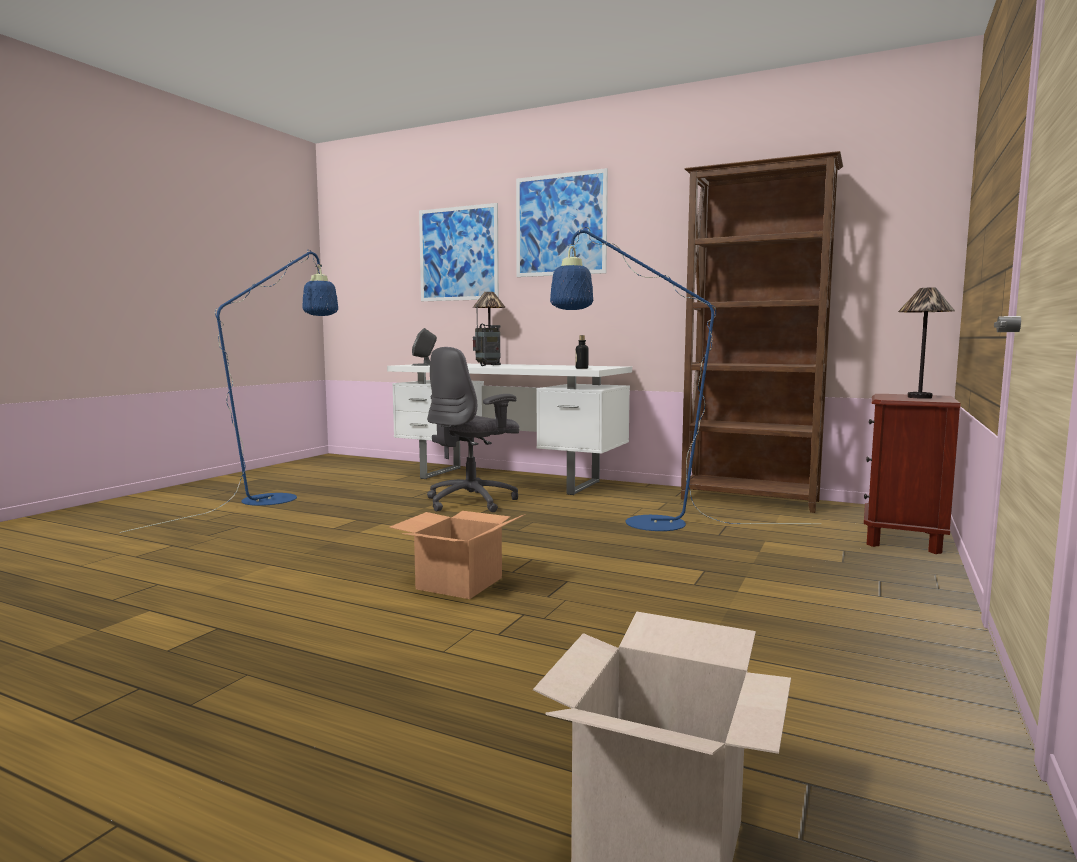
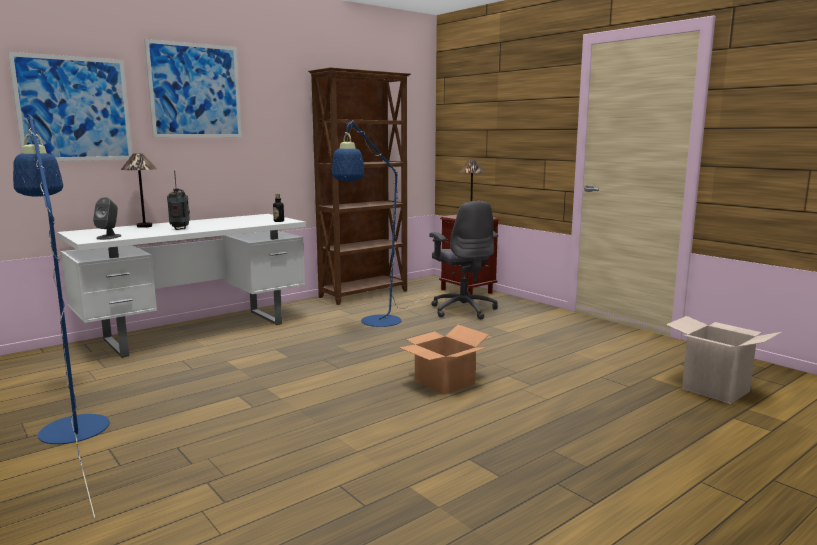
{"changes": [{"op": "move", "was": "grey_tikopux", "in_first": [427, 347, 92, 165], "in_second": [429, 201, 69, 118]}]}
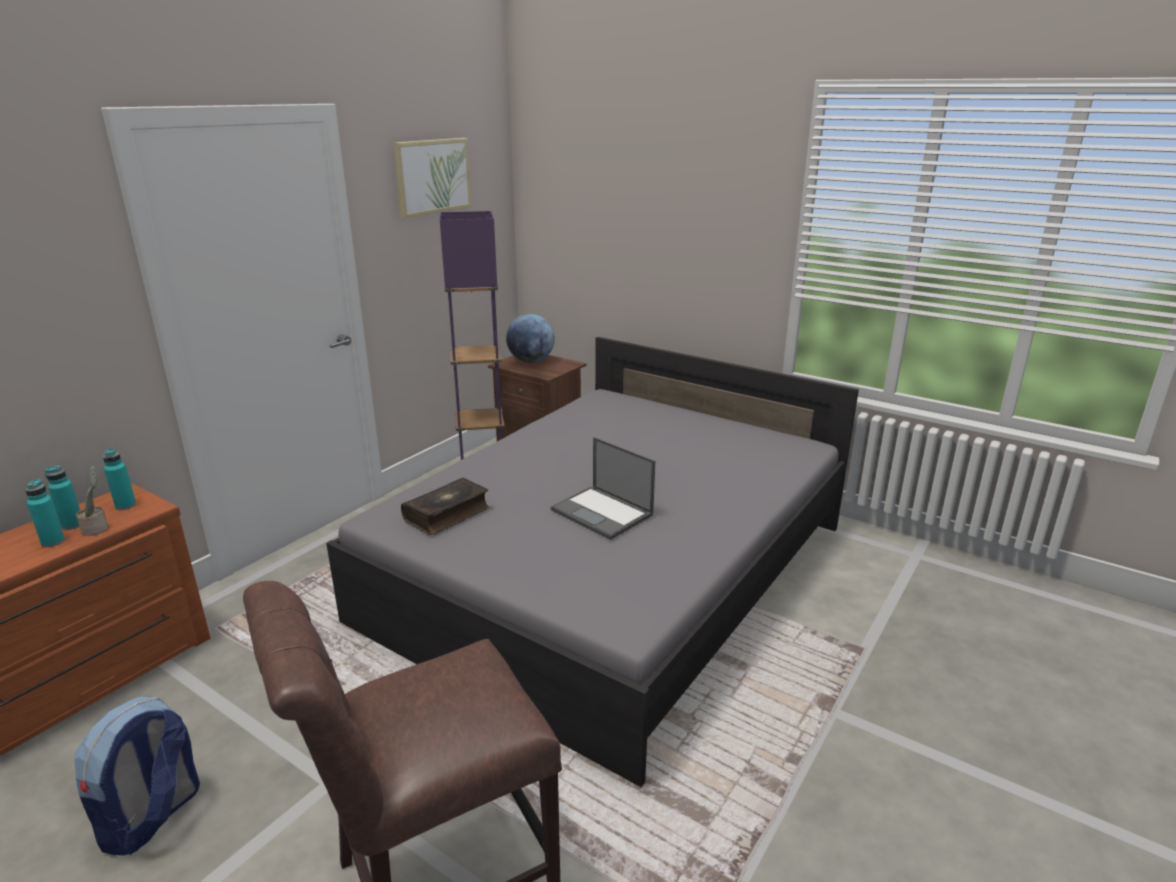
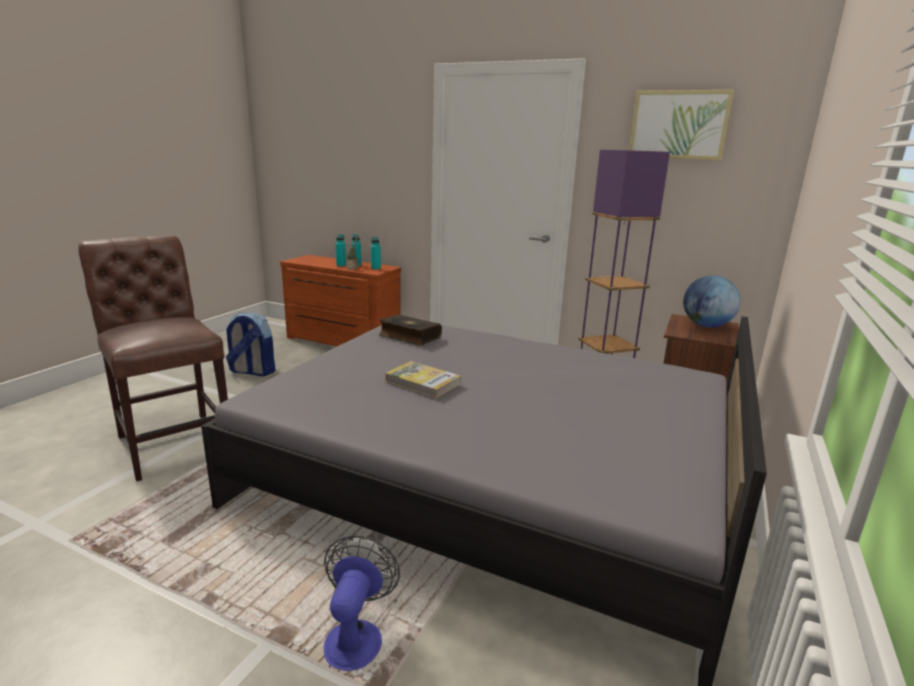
{"changes": [{"op": "replace", "was": "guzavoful", "now": "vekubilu", "in_first": [551, 437, 104, 103], "in_second": [385, 361, 76, 37]}, {"op": "insert", "now": "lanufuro", "in_second": [323, 536, 77, 135]}]}
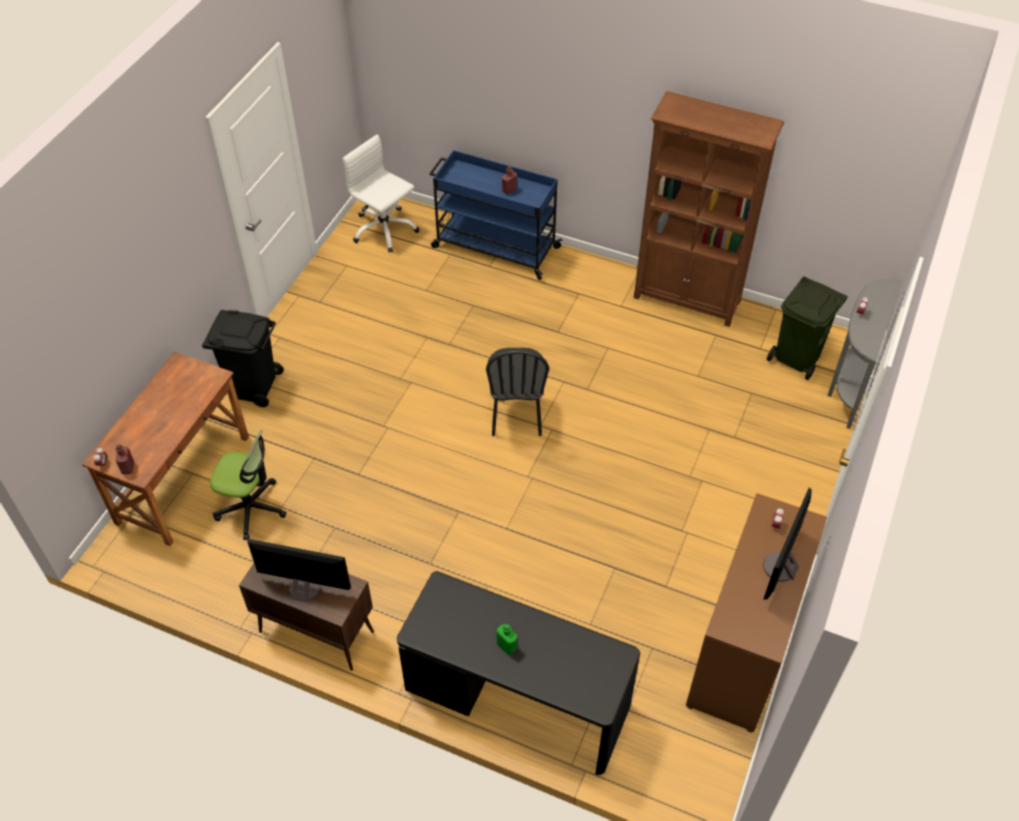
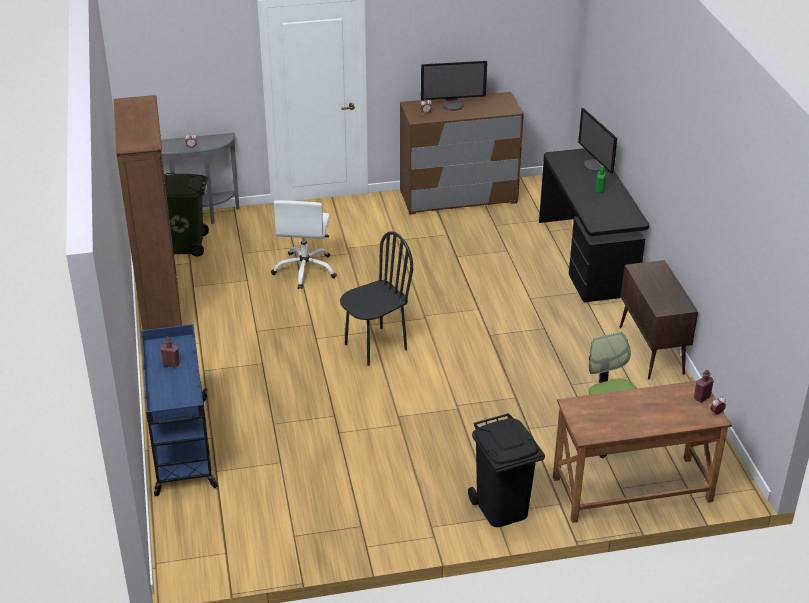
{"changes": [{"op": "move", "was": "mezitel", "in_first": [247, 539, 104, 63], "in_second": [578, 108, 39, 66]}, {"op": "move", "was": "white_tikopux", "in_first": [342, 134, 77, 119], "in_second": [271, 200, 66, 89]}]}
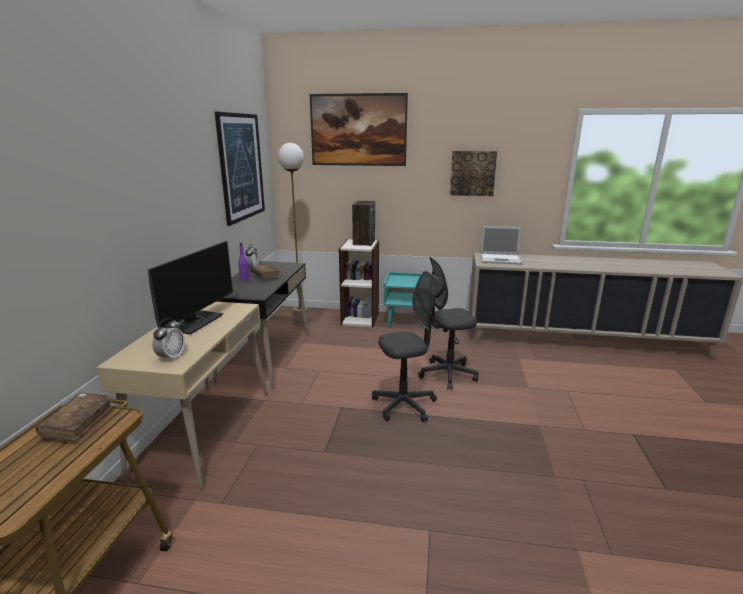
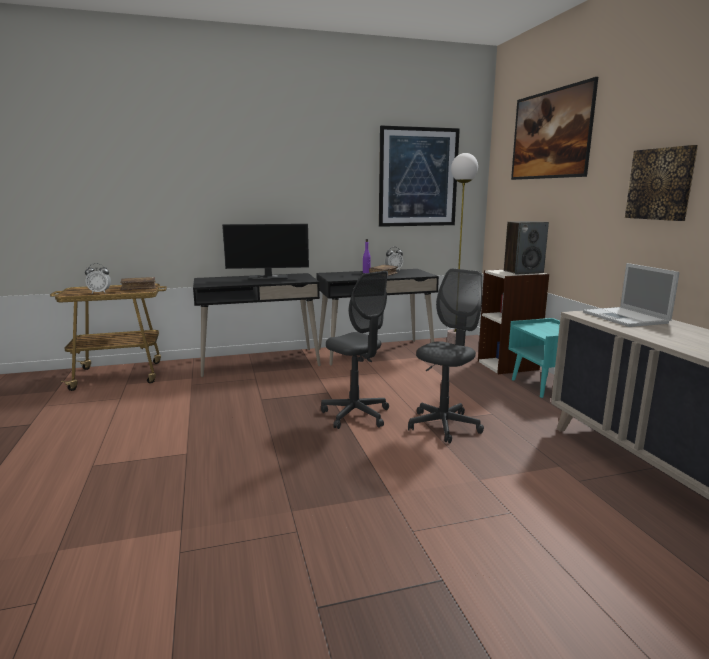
{"changes": [{"op": "recolor", "was": "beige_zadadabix", "now": "black_zadadabix", "in_first": [96, 302, 172, 188], "in_second": [193, 273, 128, 104]}, {"op": "move", "was": "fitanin", "in_first": [152, 318, 33, 44], "in_second": [85, 263, 26, 31]}, {"op": "rotate", "was": "grey_tikopux", "in_first": [418, 257, 61, 133], "in_second": [408, 268, 76, 176], "clockwise": 75}]}
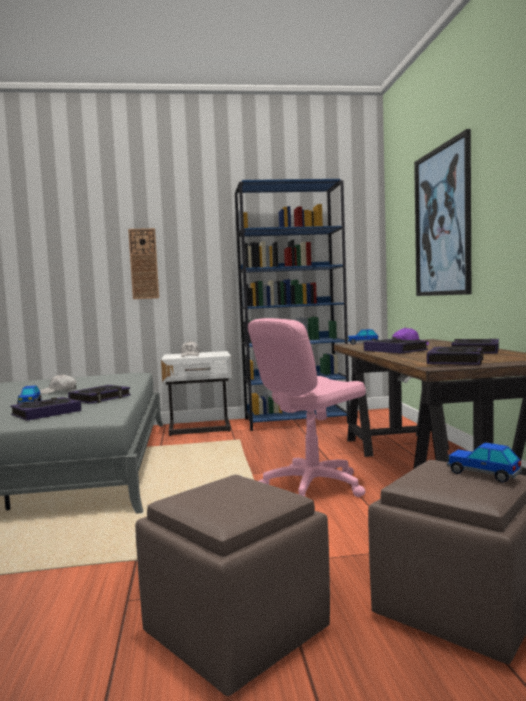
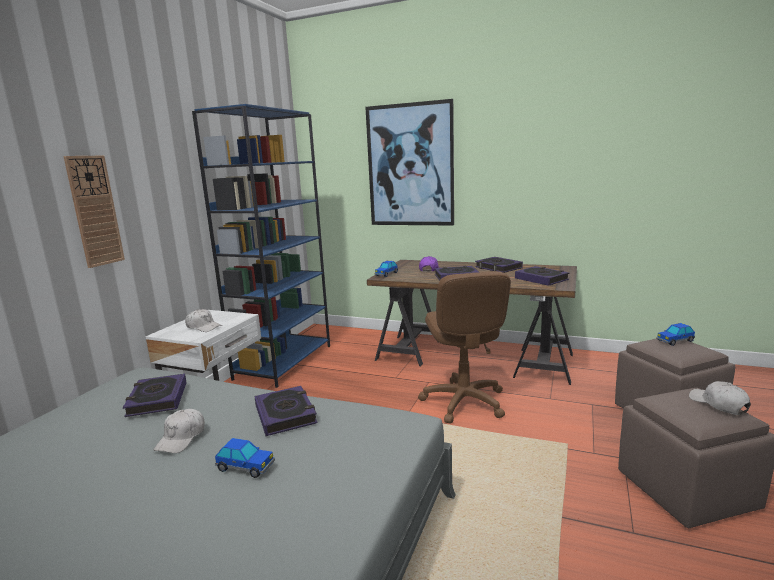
{"changes": [{"op": "move", "was": "vekubilu", "in_first": [10, 397, 71, 24], "in_second": [123, 374, 64, 43]}, {"op": "recolor", "was": "pink_tikopux", "now": "brown_tikopux", "in_first": [248, 318, 118, 179], "in_second": [418, 271, 93, 152]}, {"op": "insert", "now": "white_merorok", "in_second": [689, 381, 62, 34]}]}
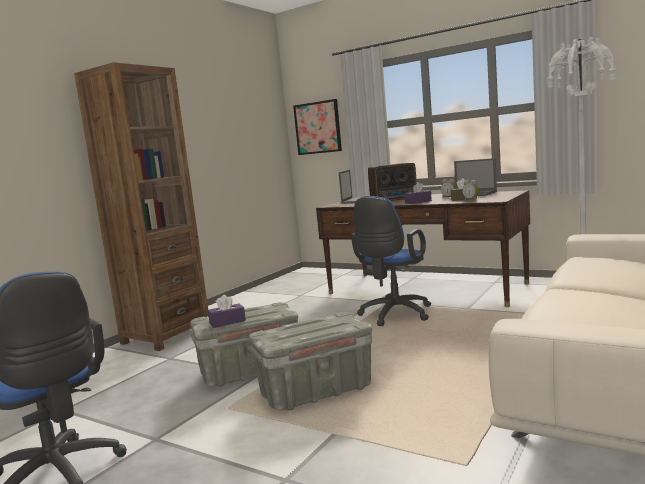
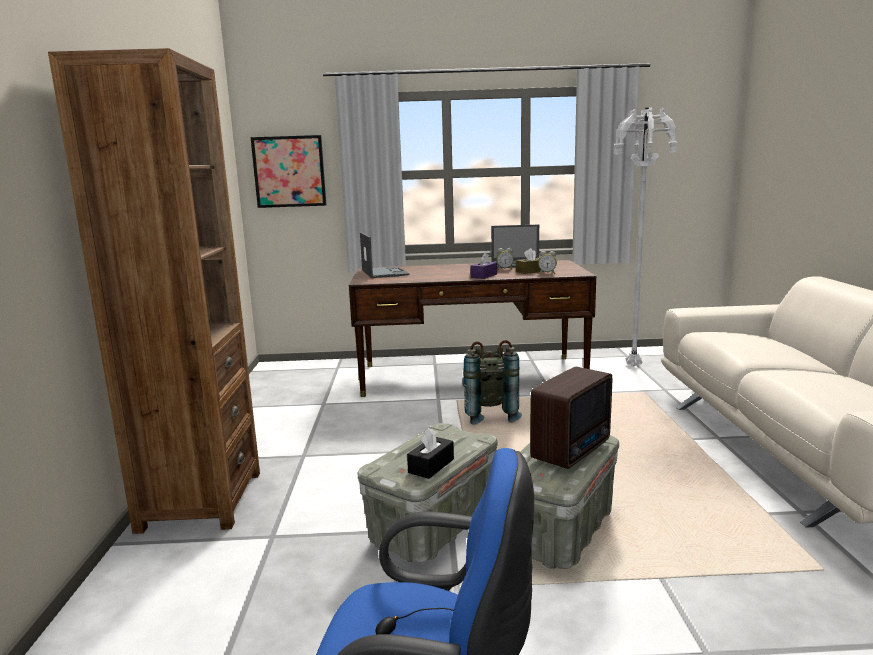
{"changes": [{"op": "recolor", "was": "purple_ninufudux", "now": "black_ninufudux", "in_first": [208, 295, 38, 33], "in_second": [407, 428, 47, 51]}, {"op": "replace", "was": "blue_tikopux", "now": "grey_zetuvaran", "in_first": [351, 196, 80, 130], "in_second": [462, 340, 60, 85]}, {"op": "move", "was": "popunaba", "in_first": [368, 163, 49, 38], "in_second": [530, 367, 82, 102]}]}
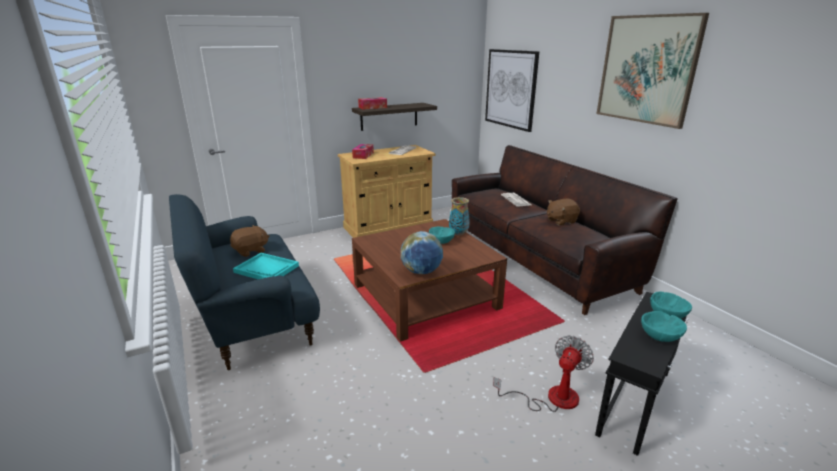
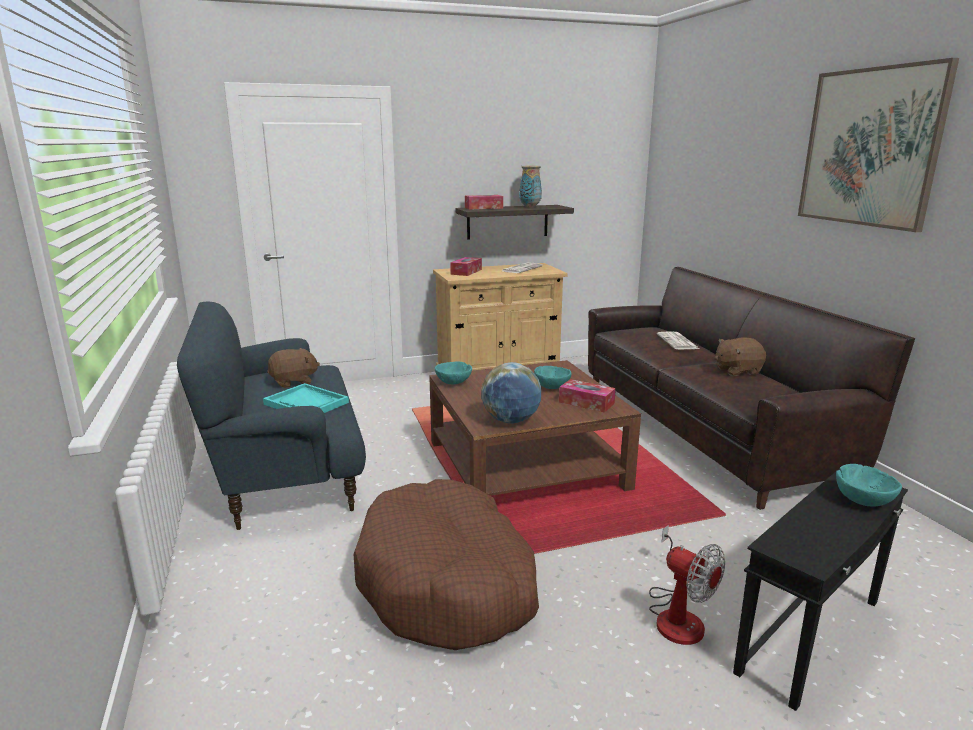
{"changes": [{"op": "move", "was": "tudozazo", "in_first": [449, 197, 21, 39], "in_second": [519, 166, 23, 41]}, {"op": "delete", "was": "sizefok", "in_first": [485, 49, 54, 83]}, {"op": "rotate", "was": "lanufuro", "in_first": [493, 336, 101, 76], "in_second": [649, 525, 76, 120], "clockwise": 90}, {"op": "move", "was": "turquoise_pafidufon", "in_first": [641, 311, 46, 31], "in_second": [435, 361, 37, 23]}, {"op": "insert", "now": "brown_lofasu", "in_second": [354, 479, 185, 171]}, {"op": "insert", "now": "ninufudux", "in_second": [559, 379, 57, 34]}]}
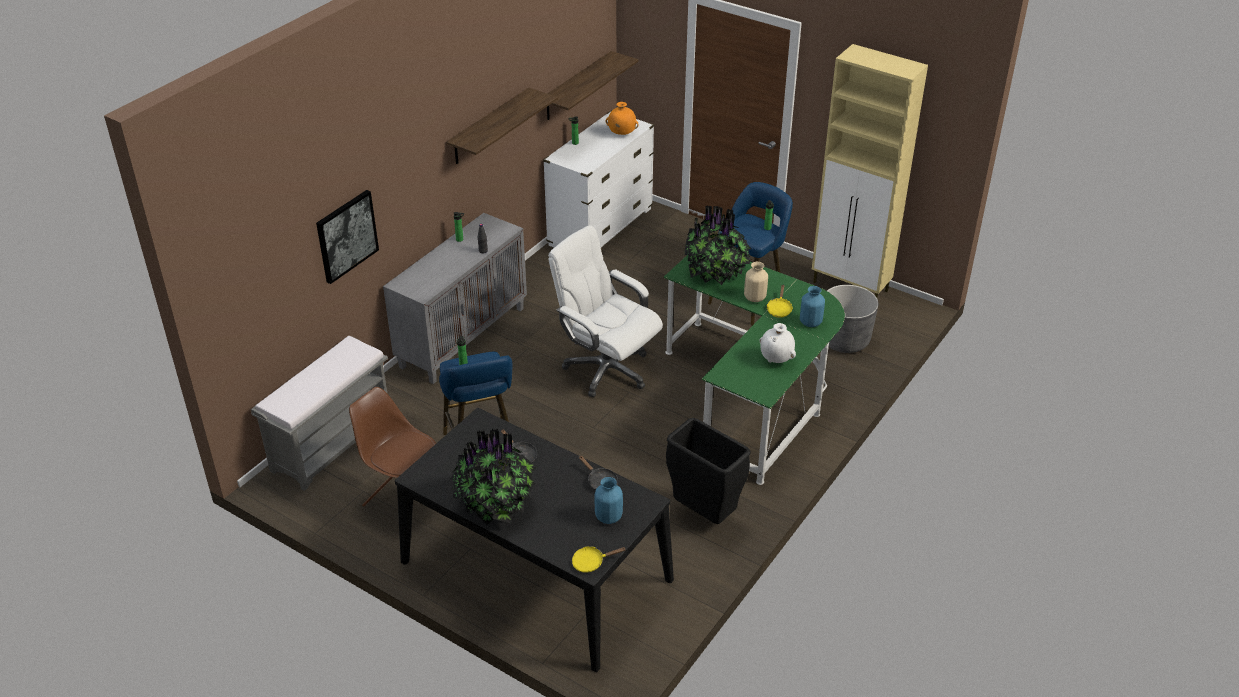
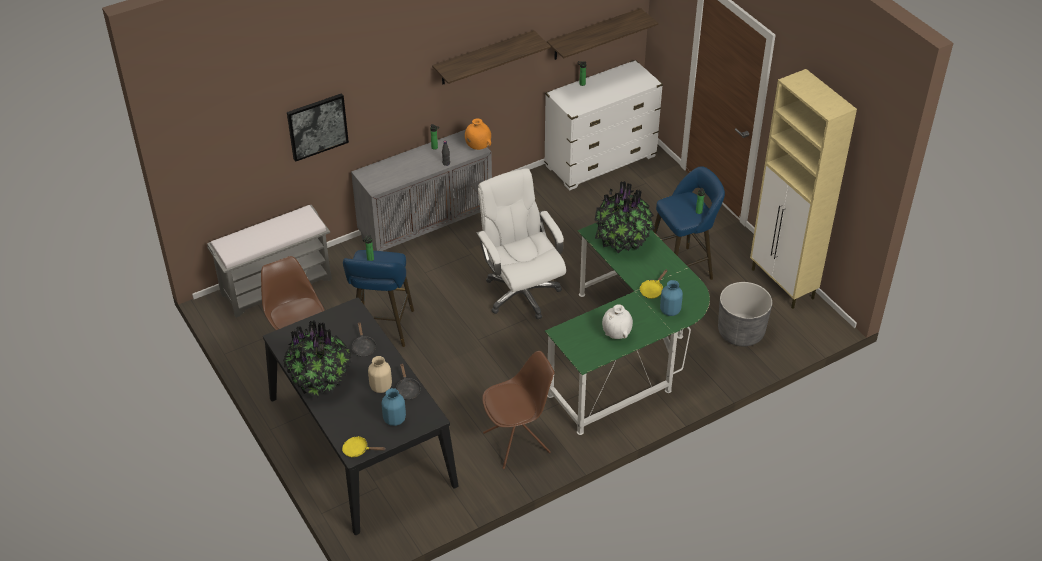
{"changes": [{"op": "move", "was": "orange_tudozazo", "in_first": [606, 102, 33, 33], "in_second": [465, 118, 26, 32]}, {"op": "replace", "was": "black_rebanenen", "now": "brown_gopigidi", "in_first": [666, 418, 85, 106], "in_second": [482, 351, 72, 118]}, {"op": "move", "was": "beige_tudozazo", "in_first": [744, 262, 24, 40], "in_second": [368, 356, 24, 37]}]}
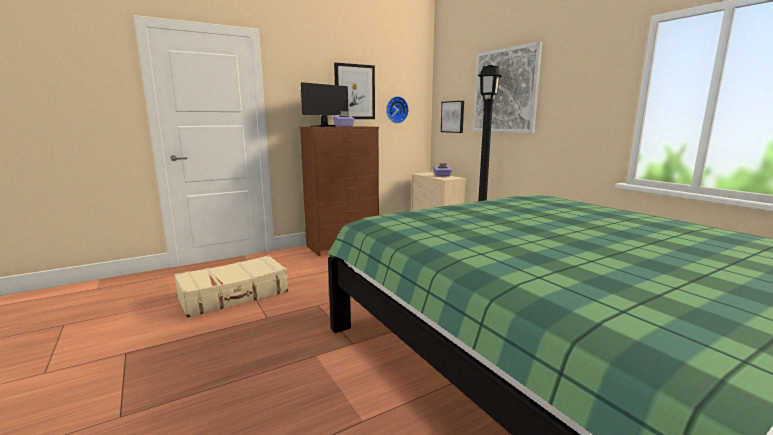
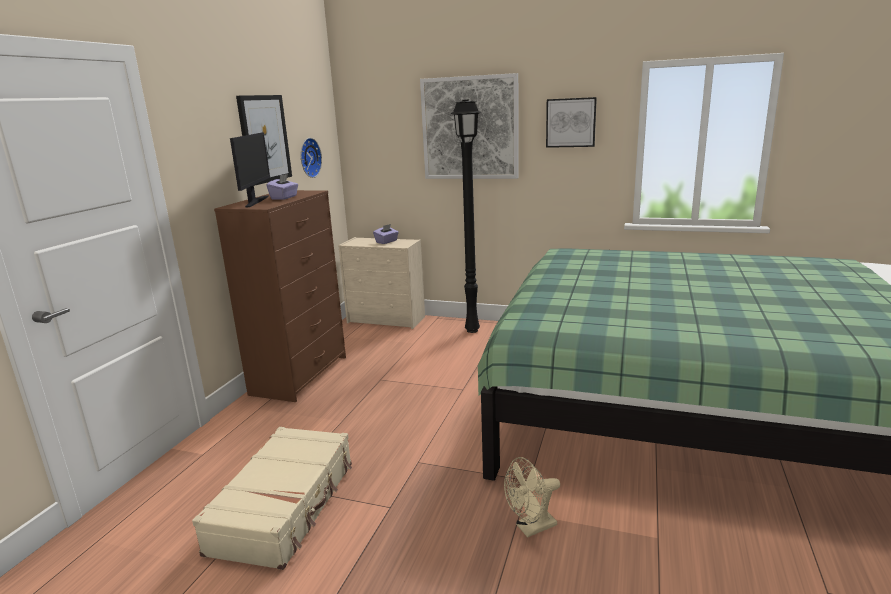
{"changes": [{"op": "move", "was": "sizefok", "in_first": [441, 101, 23, 32], "in_second": [546, 97, 51, 51]}, {"op": "insert", "now": "beige_lanufuro", "in_second": [504, 457, 56, 81]}]}
